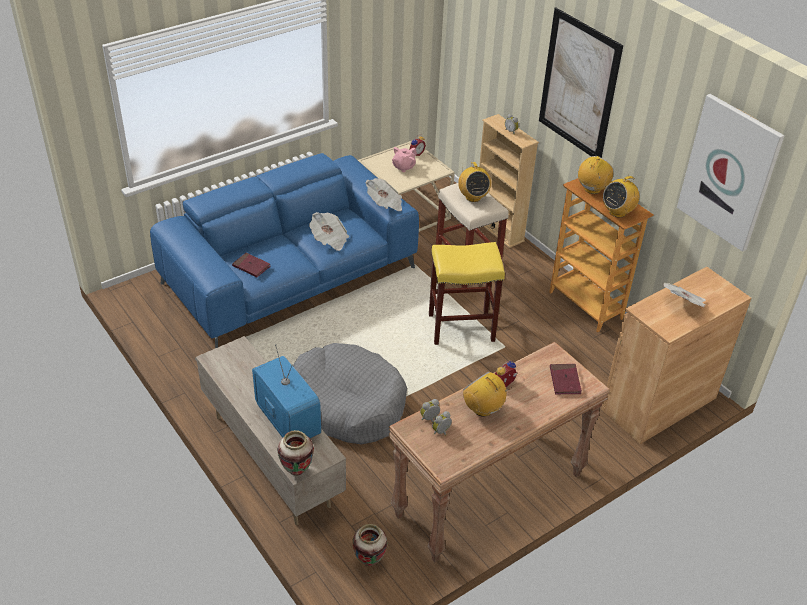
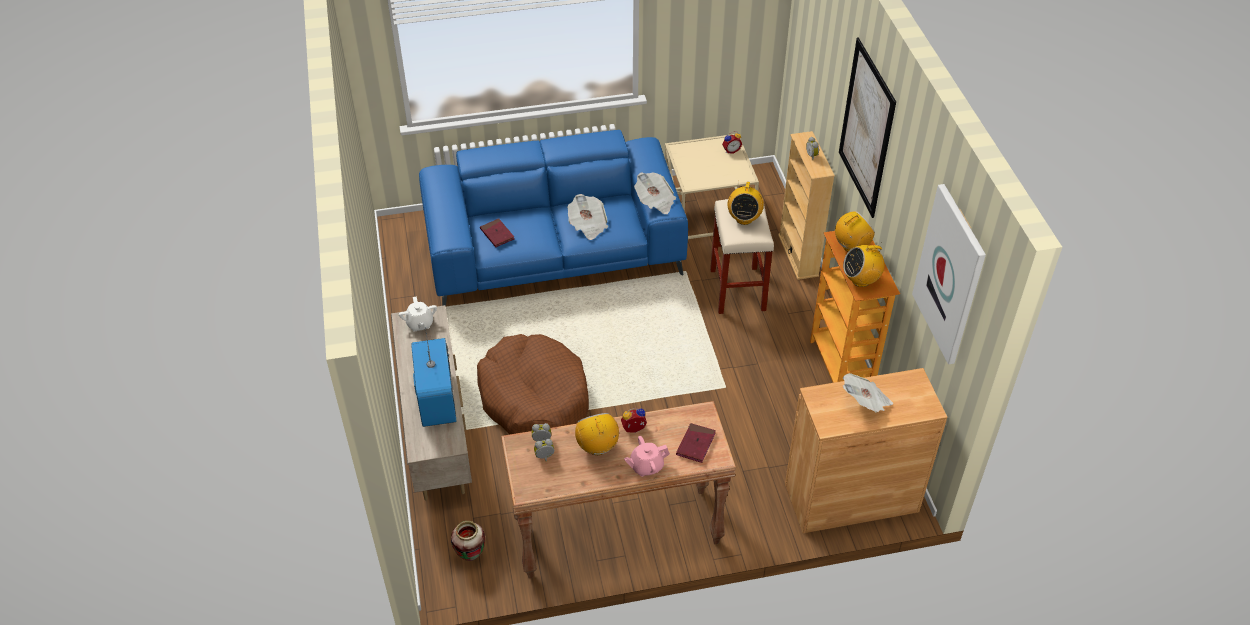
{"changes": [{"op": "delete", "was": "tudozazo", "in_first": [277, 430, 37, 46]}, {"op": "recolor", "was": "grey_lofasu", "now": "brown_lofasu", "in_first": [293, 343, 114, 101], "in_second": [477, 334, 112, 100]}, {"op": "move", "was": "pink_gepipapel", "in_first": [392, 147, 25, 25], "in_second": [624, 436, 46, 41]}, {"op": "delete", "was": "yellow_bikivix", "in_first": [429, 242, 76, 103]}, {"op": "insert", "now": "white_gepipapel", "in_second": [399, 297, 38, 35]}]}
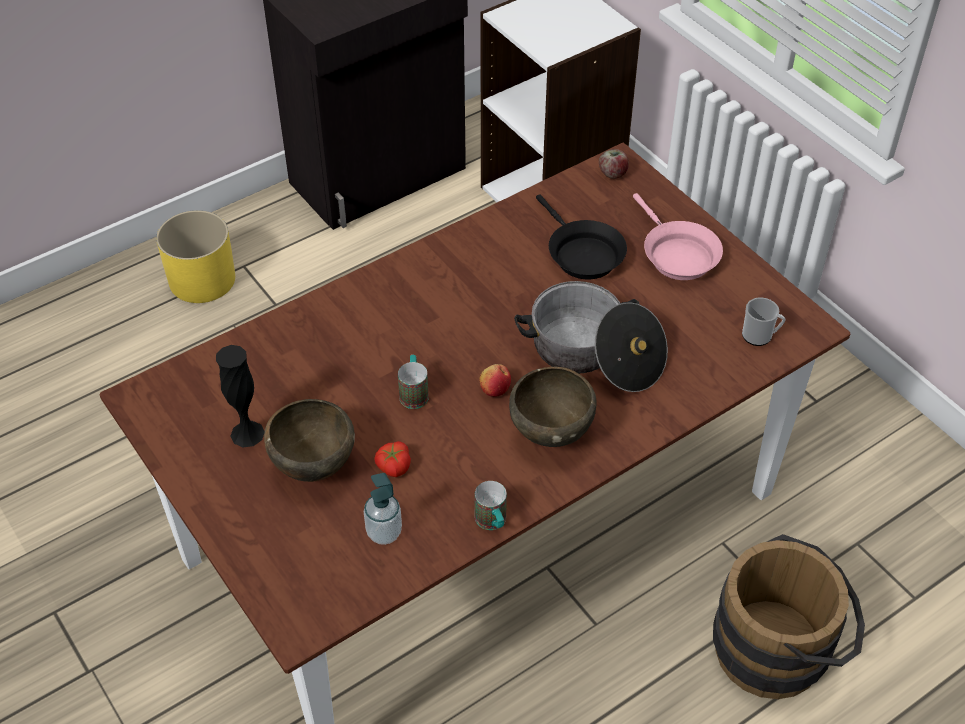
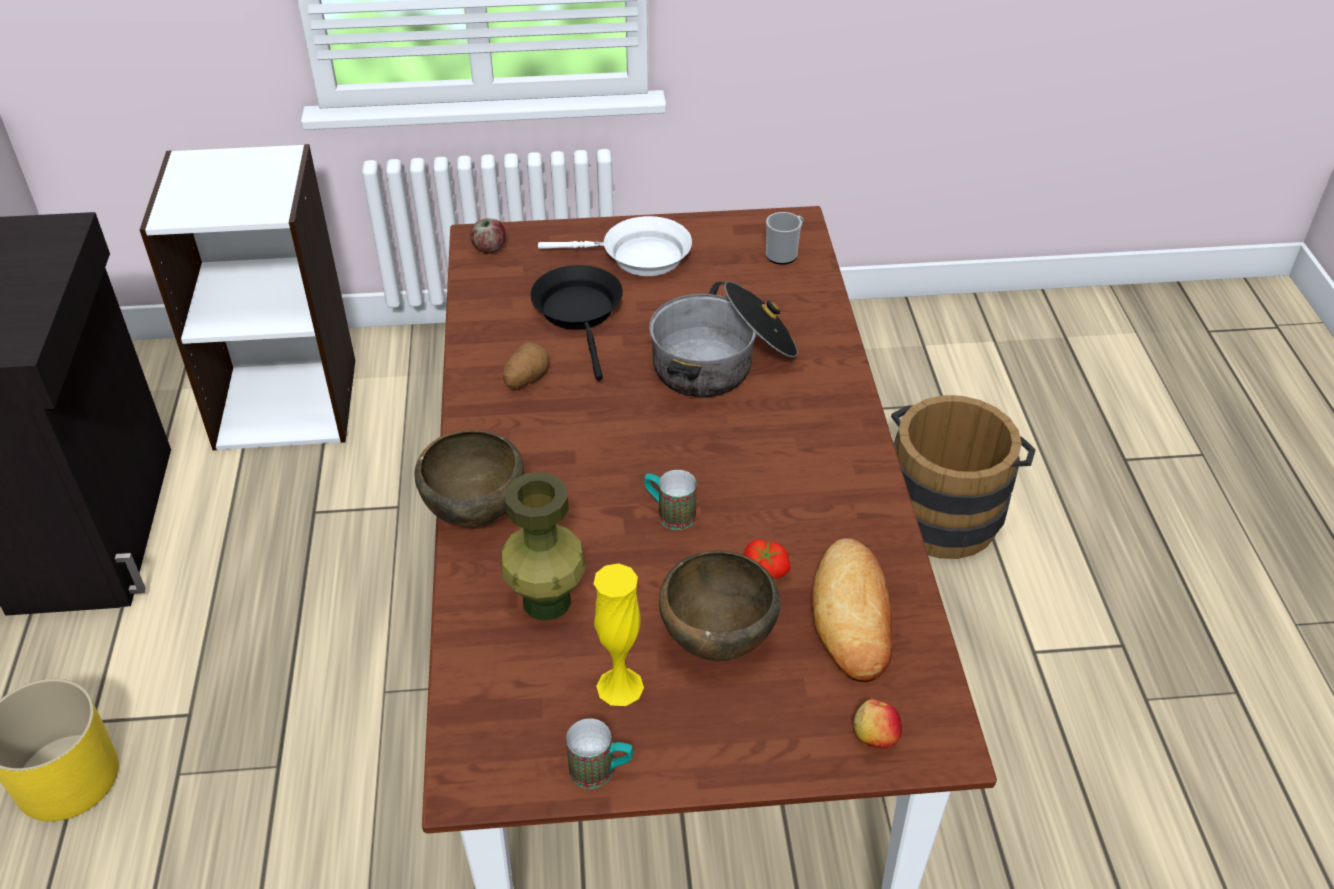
{"changes": [{"op": "recolor", "was": "black_tudozazo", "now": "yellow_tudozazo", "in_first": [216, 345, 49, 102], "in_second": [594, 563, 50, 143]}, {"op": "replace", "was": "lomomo", "now": "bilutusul", "in_first": [364, 473, 38, 72], "in_second": [812, 538, 80, 144]}, {"op": "move", "was": "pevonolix", "in_first": [475, 481, 32, 49], "in_second": [566, 718, 67, 71]}, {"op": "move", "was": "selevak", "in_first": [479, 364, 32, 33], "in_second": [854, 699, 48, 50]}, {"op": "move", "was": "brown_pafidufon", "in_first": [509, 367, 87, 80], "in_second": [414, 430, 110, 97]}, {"op": "rotate", "was": "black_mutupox", "in_first": [536, 194, 91, 85], "in_second": [530, 265, 93, 116], "clockwise": -105}, {"op": "recolor", "was": "pink_mutupox", "now": "white_mutupox", "in_first": [633, 193, 90, 87], "in_second": [538, 216, 154, 60]}, {"op": "insert", "now": "green_tudozazo", "in_second": [501, 472, 85, 149]}, {"op": "insert", "now": "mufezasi", "in_second": [503, 342, 46, 46]}]}
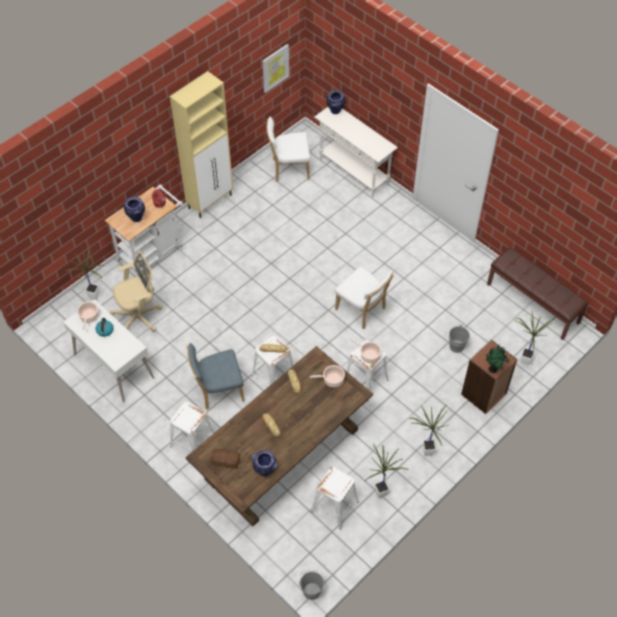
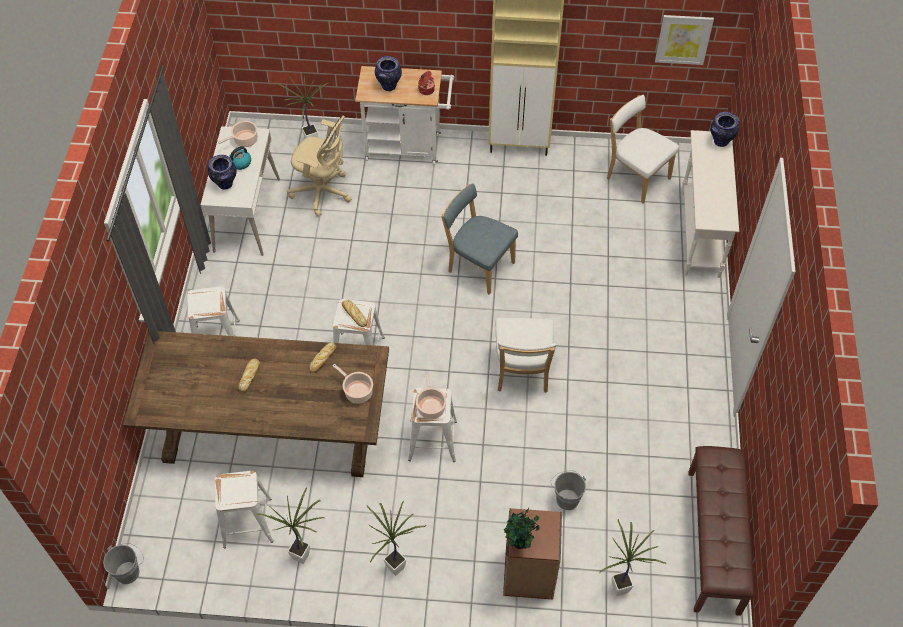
{"changes": [{"op": "move", "was": "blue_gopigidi", "in_first": [187, 343, 58, 67], "in_second": [441, 183, 77, 112]}, {"op": "delete", "was": "bilutusul", "in_first": [211, 449, 29, 20]}, {"op": "move", "was": "tudozazo", "in_first": [252, 450, 25, 26], "in_second": [208, 155, 29, 35]}]}
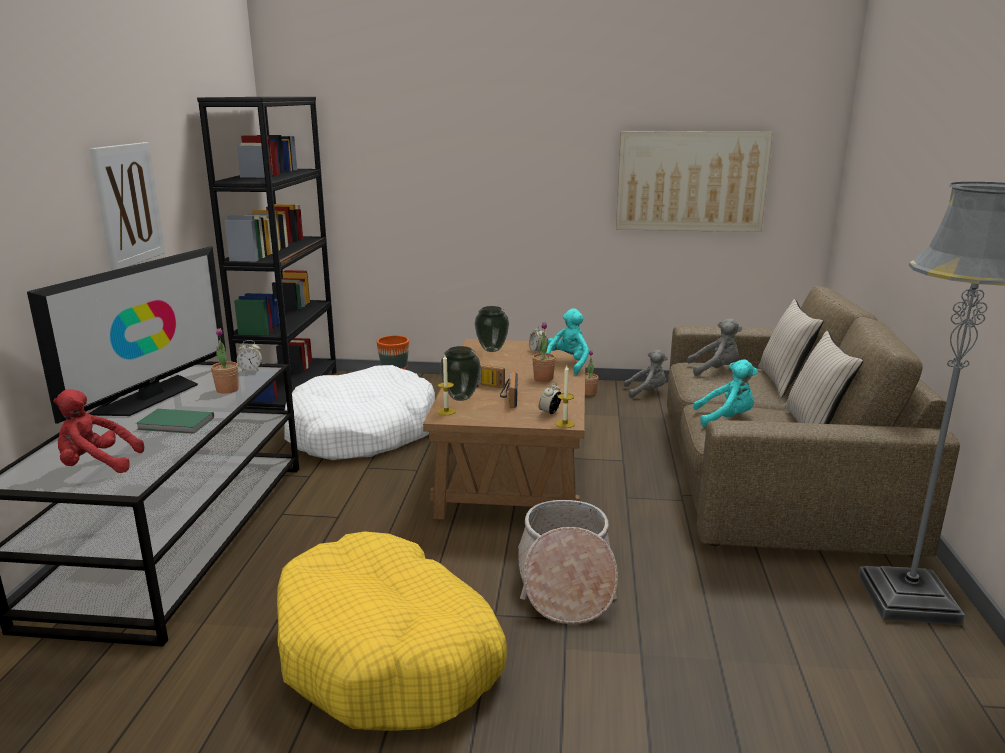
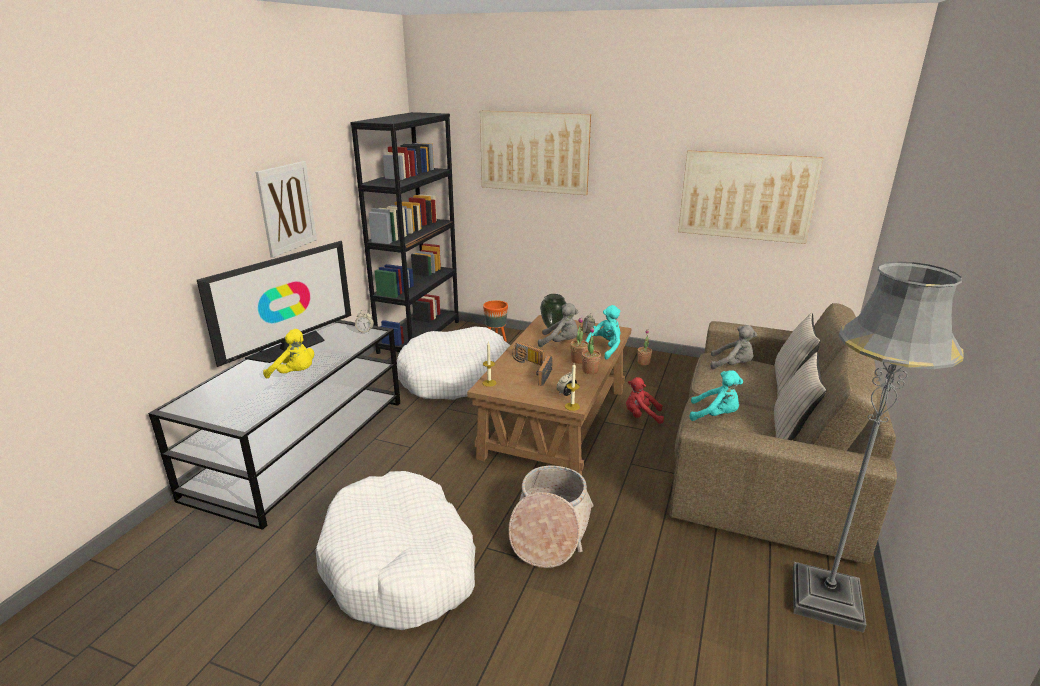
{"changes": [{"op": "move", "was": "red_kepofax", "in_first": [53, 389, 91, 84], "in_second": [626, 377, 38, 47]}, {"op": "replace", "was": "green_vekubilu", "now": "yellow_kepofax", "in_first": [136, 409, 78, 25], "in_second": [263, 329, 51, 50]}, {"op": "move", "was": "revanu", "in_first": [211, 328, 28, 66], "in_second": [581, 327, 20, 47]}, {"op": "recolor", "was": "yellow_lofasu", "now": "white_lofasu", "in_first": [277, 532, 230, 199], "in_second": [316, 471, 159, 159]}, {"op": "delete", "was": "tudozazo", "in_first": [440, 346, 41, 55]}, {"op": "move", "was": "grey_kepofax", "in_first": [624, 350, 44, 48], "in_second": [538, 303, 40, 44]}, {"op": "insert", "now": "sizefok", "in_second": [480, 111, 111, 84]}]}
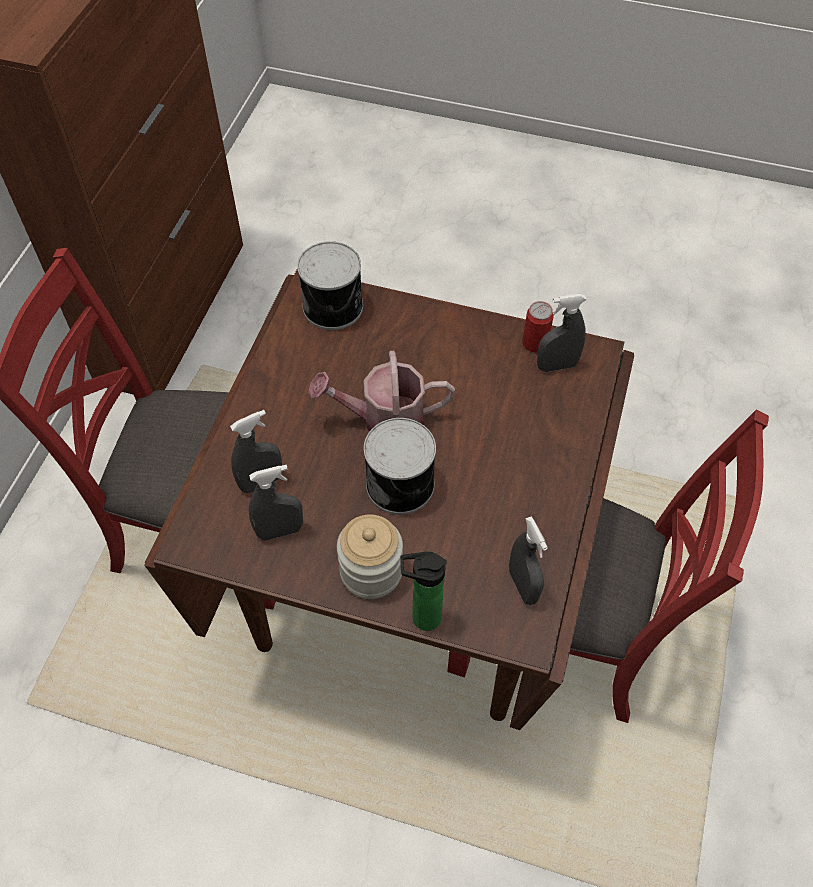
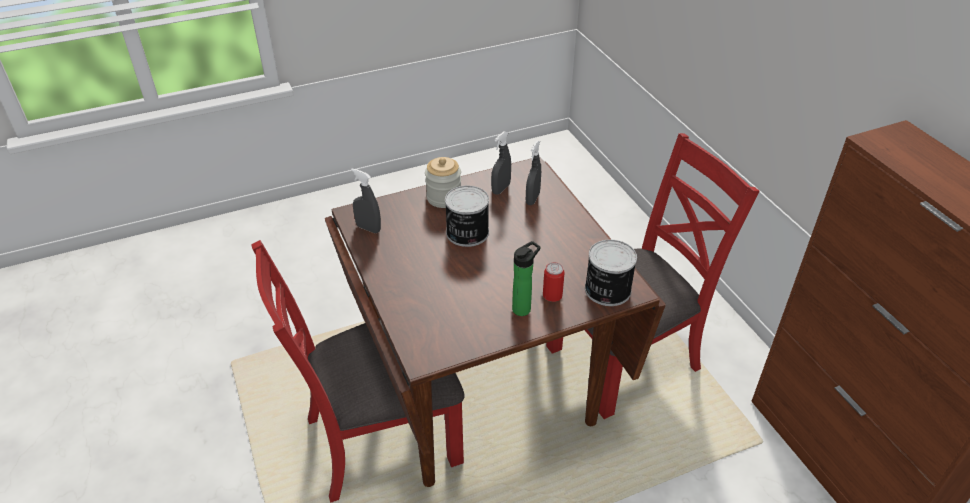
{"changes": [{"op": "delete", "was": "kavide", "in_first": [308, 351, 147, 80]}, {"op": "move", "was": "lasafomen", "in_first": [401, 551, 46, 80], "in_second": [512, 241, 28, 75]}, {"op": "move", "was": "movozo", "in_first": [522, 301, 32, 52], "in_second": [543, 262, 22, 40]}, {"op": "delete", "was": "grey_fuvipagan", "in_first": [537, 294, 50, 78]}]}
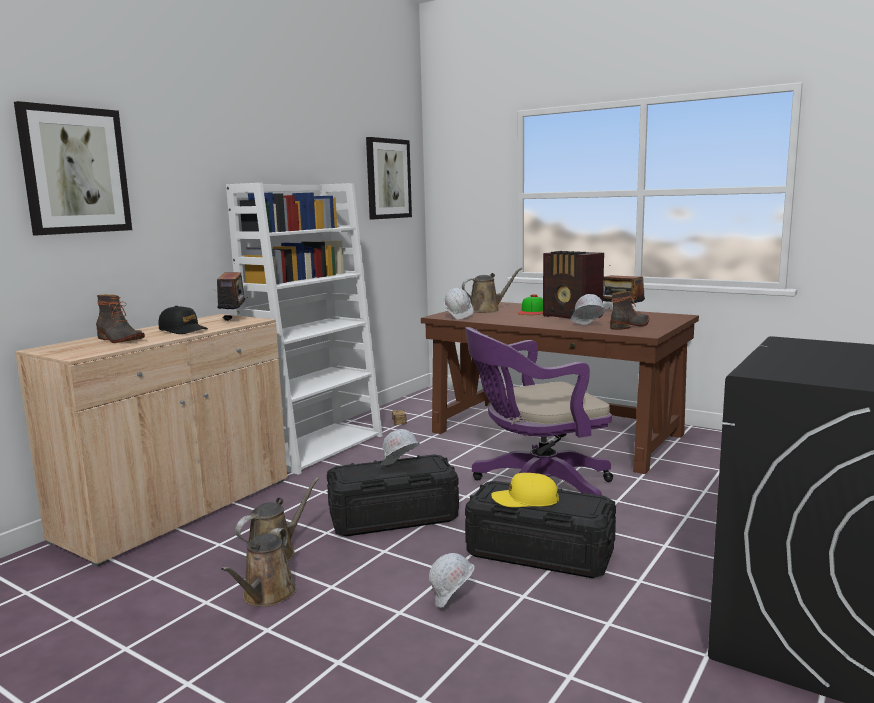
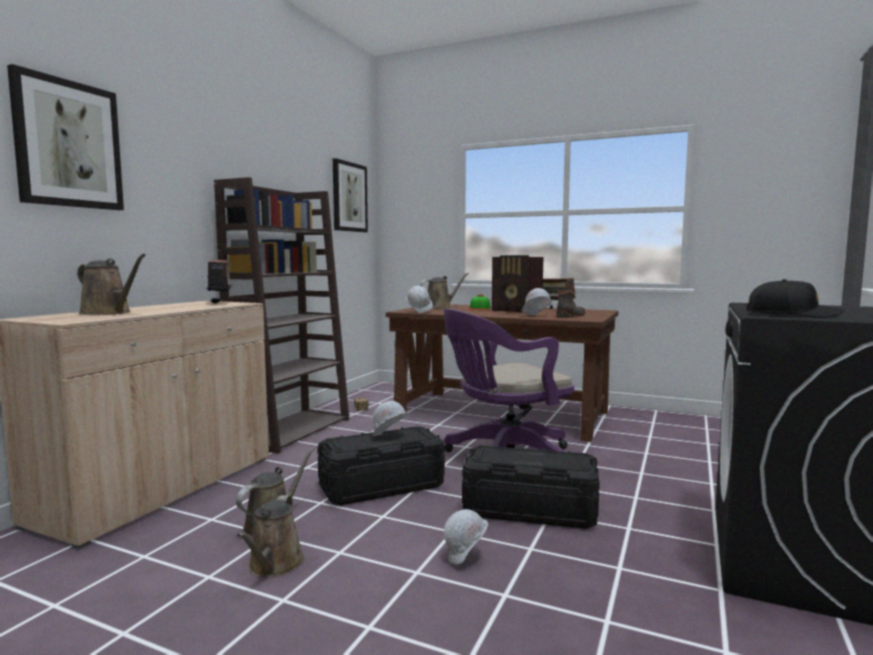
{"changes": [{"op": "replace", "was": "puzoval", "now": "brown_kavide", "in_first": [96, 295, 49, 48], "in_second": [77, 254, 69, 61]}, {"op": "move", "was": "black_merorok", "in_first": [158, 306, 50, 28], "in_second": [746, 279, 98, 39]}, {"op": "recolor", "was": "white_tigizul", "now": "brown_tigizul", "in_first": [226, 183, 157, 292], "in_second": [214, 177, 136, 277]}, {"op": "delete", "was": "yellow_merorok", "in_first": [491, 473, 68, 34]}]}
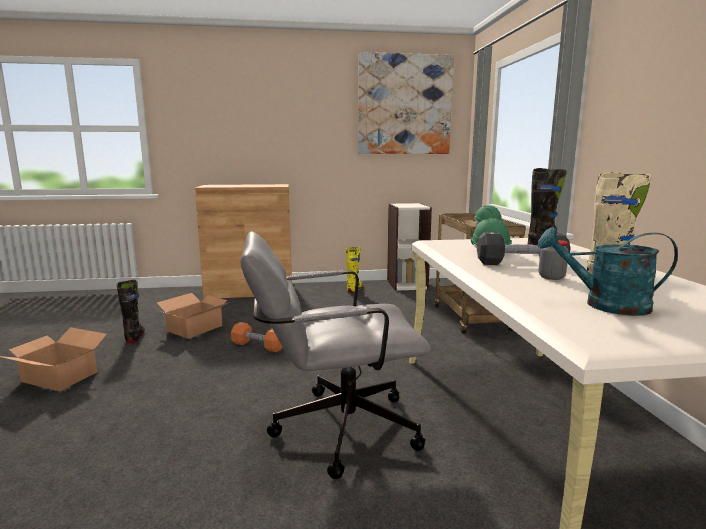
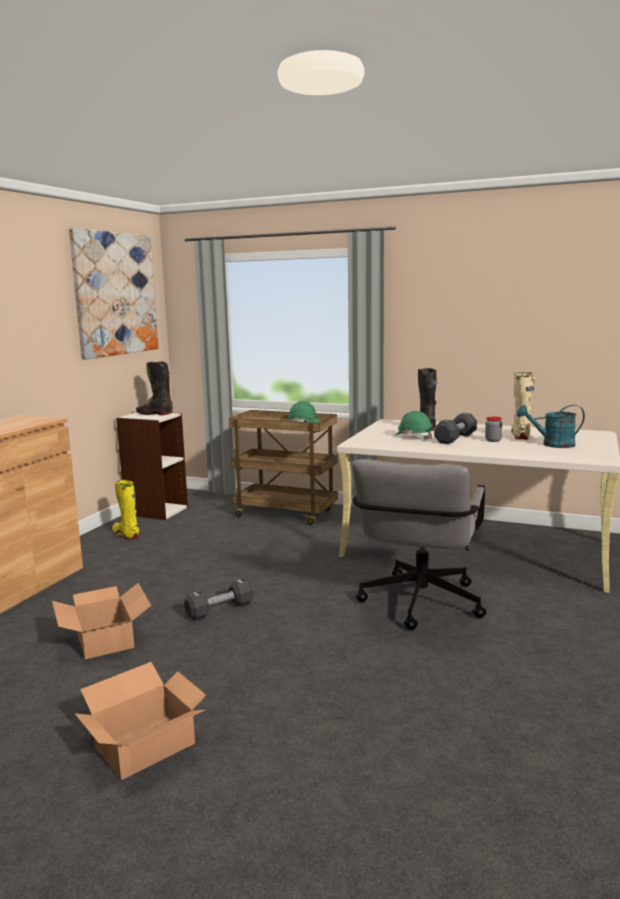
{"changes": [{"op": "move", "was": "black_puzoval", "in_first": [117, 280, 28, 63], "in_second": [136, 362, 37, 53]}, {"op": "recolor", "was": "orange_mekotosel", "now": "black_mekotosel", "in_first": [231, 322, 52, 30], "in_second": [184, 578, 69, 43]}, {"op": "rotate", "was": "turquoise_kavide", "in_first": [538, 227, 140, 89], "in_second": [517, 405, 68, 43], "clockwise": 45}]}
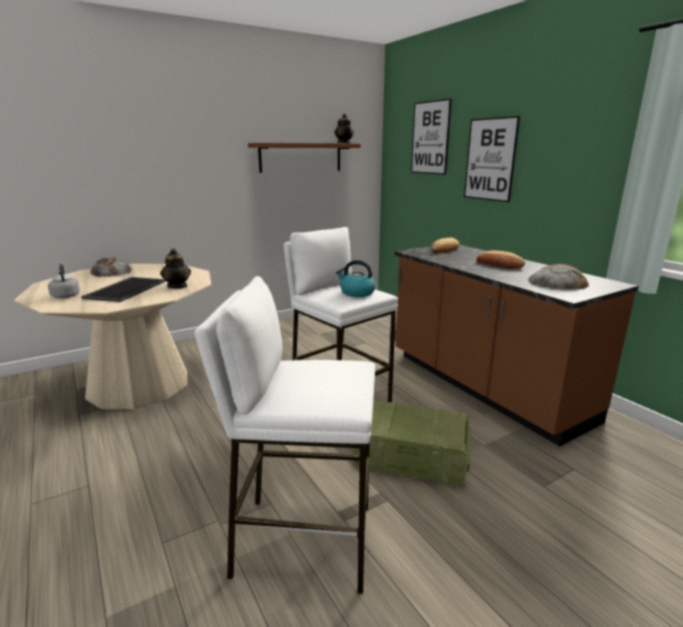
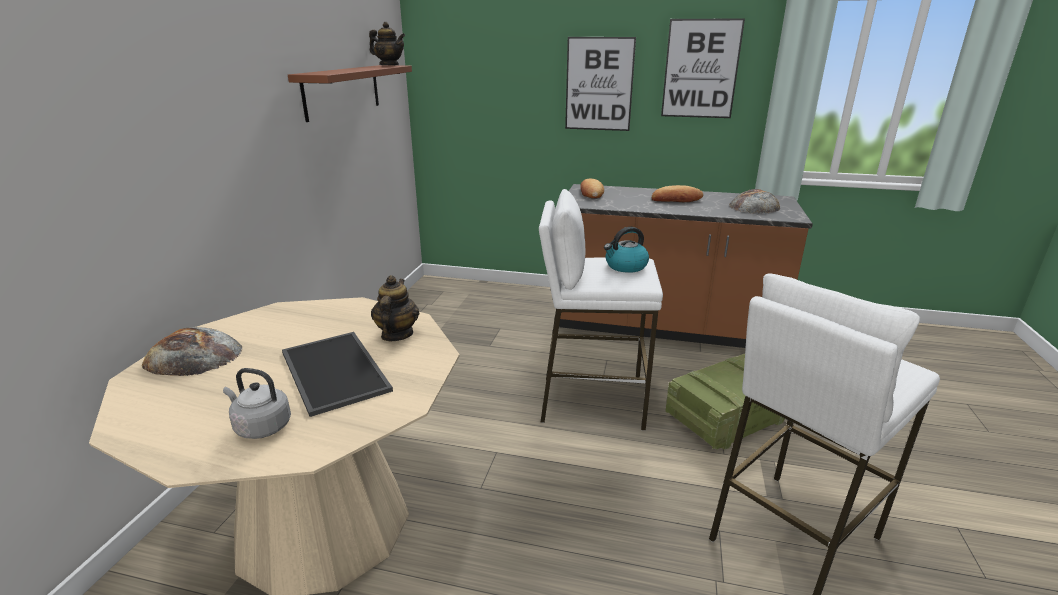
{"changes": [{"op": "rotate", "was": "gepipapel", "in_first": [160, 248, 31, 41], "in_second": [371, 275, 48, 66], "clockwise": -105}, {"op": "move", "was": "sizefok", "in_first": [411, 99, 41, 76], "in_second": [661, 18, 84, 100]}]}
